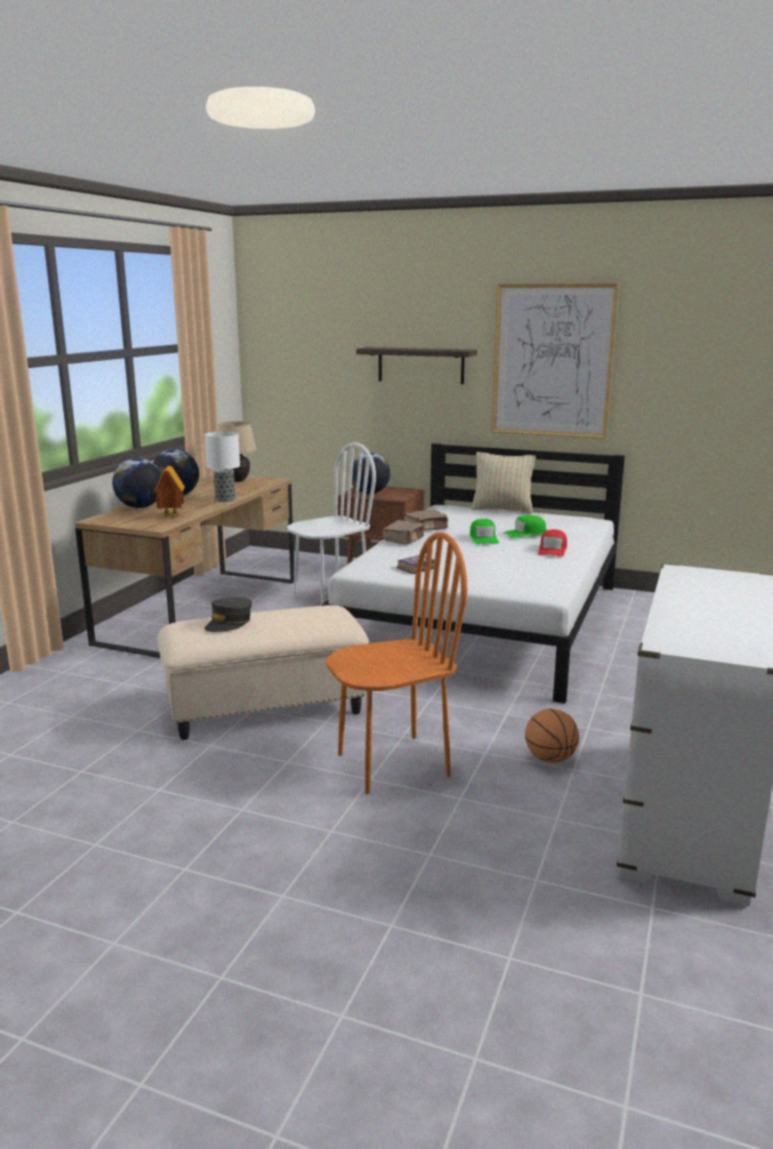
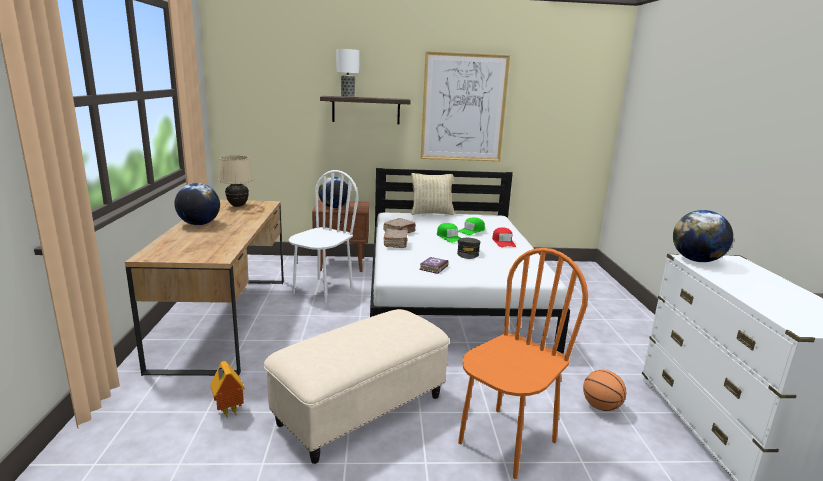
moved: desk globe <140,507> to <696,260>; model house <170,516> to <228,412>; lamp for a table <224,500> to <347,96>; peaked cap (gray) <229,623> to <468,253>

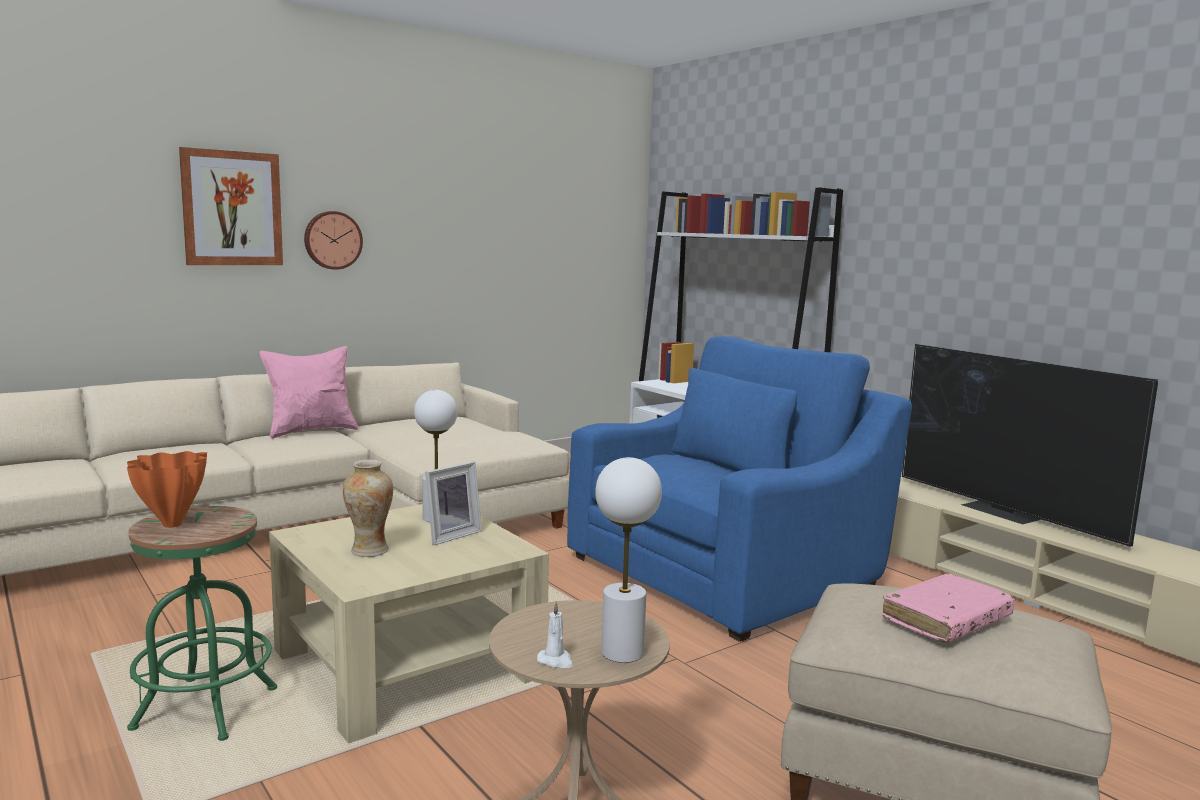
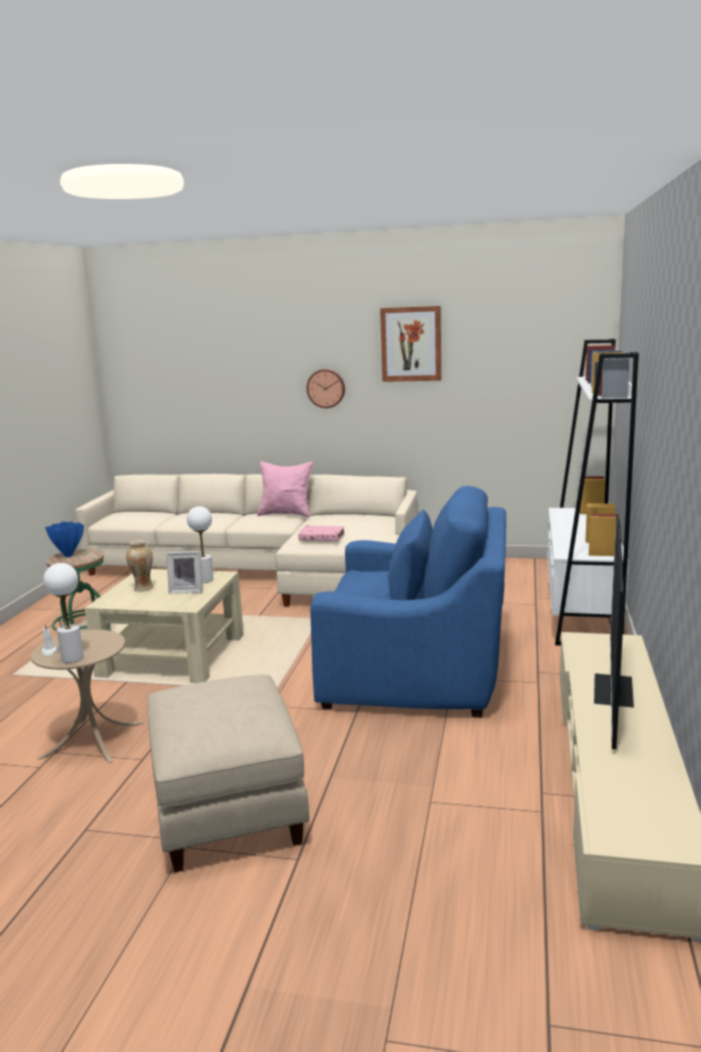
moved: wall picture <232,208> to <411,344>; bound book (pink-coloured) <946,620> to <322,538>
recoloured: decorative vase (orange-coloured) <171,525> to decorative vase (blue) <67,556>

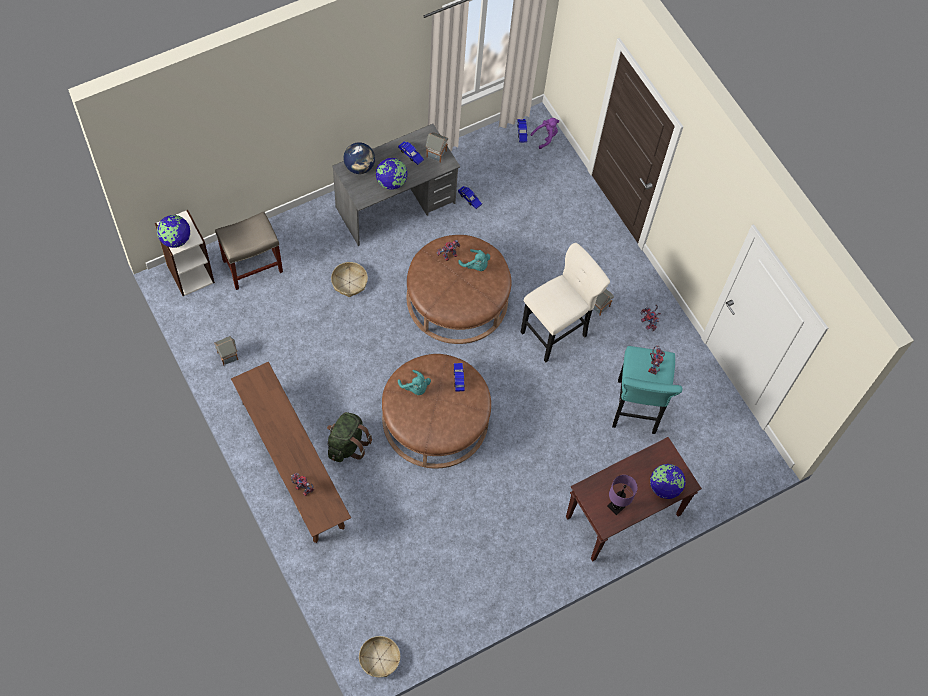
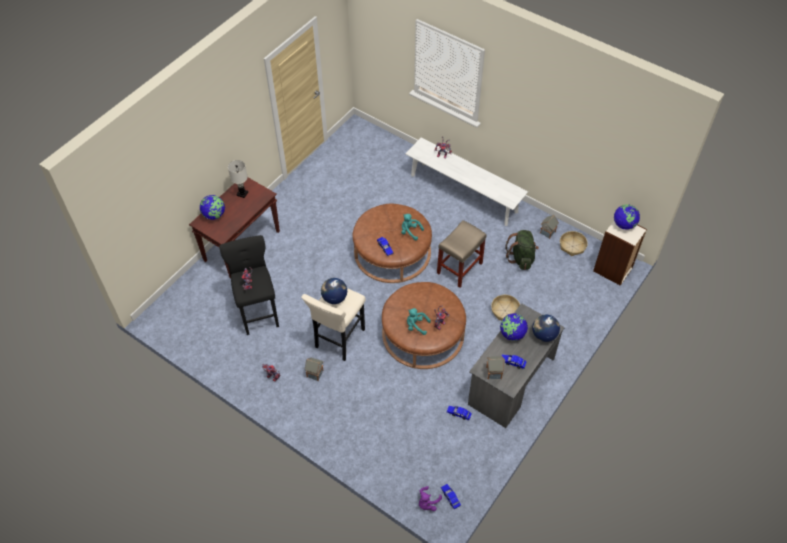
added: desk globe <334,298>
moved: sitting stool (beige-coloured) <252,266> to <460,267>; knapsack (green-coloured) <347,444> to <521,258>; household basket <379,659> to <572,246>
recoloured: long seat (brown-coloured) <292,464> to long seat (white-coloured) <463,193>; lamp for a table (purple) <616,507> to lamp for a table (white-coloured) <242,193>; sitting stool (turquoise) <635,410> to sitting stool (black) <258,312>

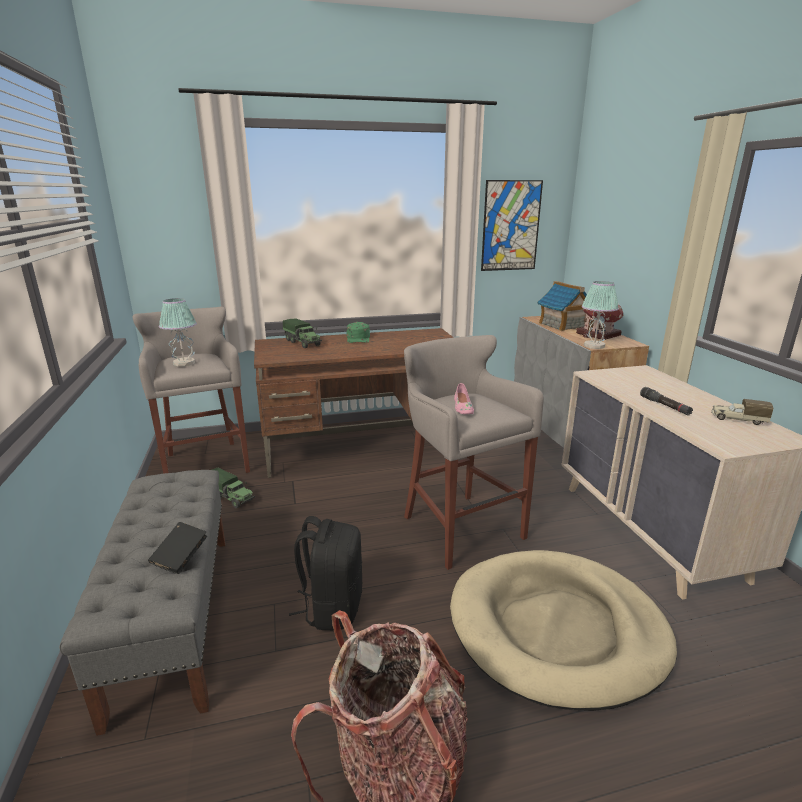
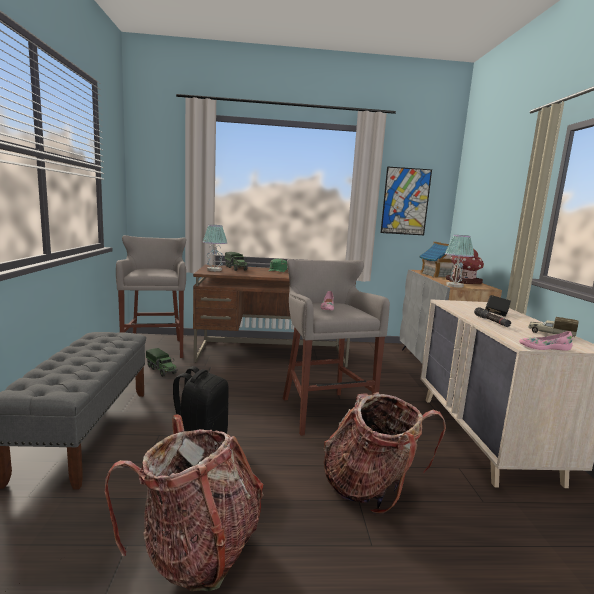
added: item of footwear (pink-coloured) <544,347>
moved: bound book (black) <180,558> to <496,313>; lamp for a table <184,363> to <214,270>
replaced: dog bed (beige-coloured) <556,629> to knapsack <372,488>

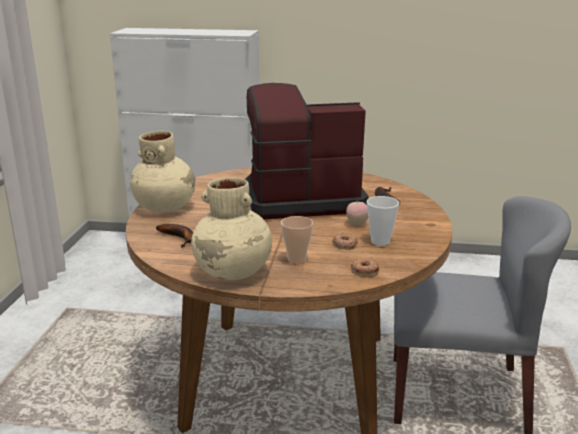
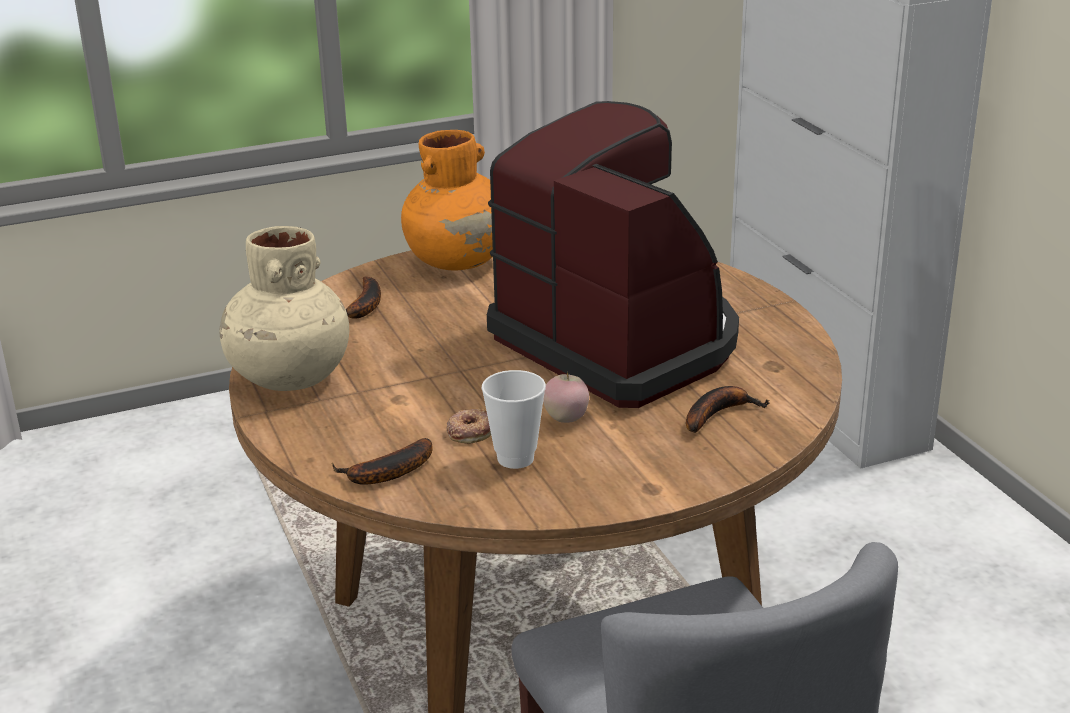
removed: cup <296,259>
replaced: donut <364,270> to banana fruit <386,474>
recoloured: decorative vase (beige-coloured) <165,207> to decorative vase (orange-coloured) <459,261>

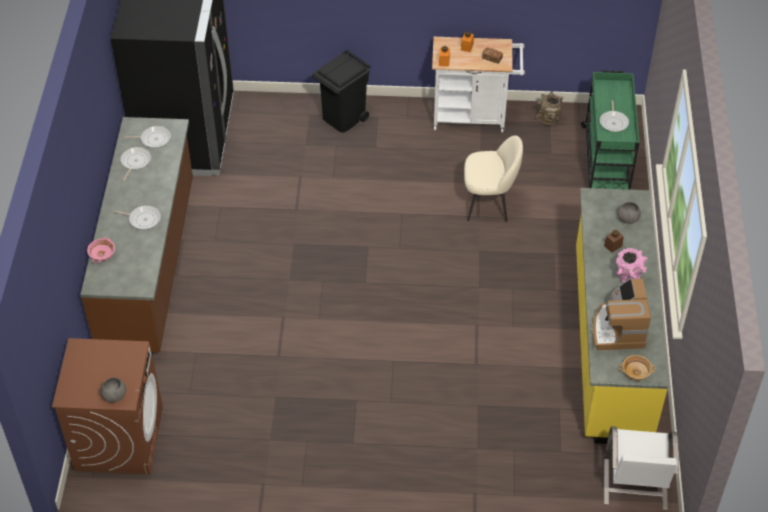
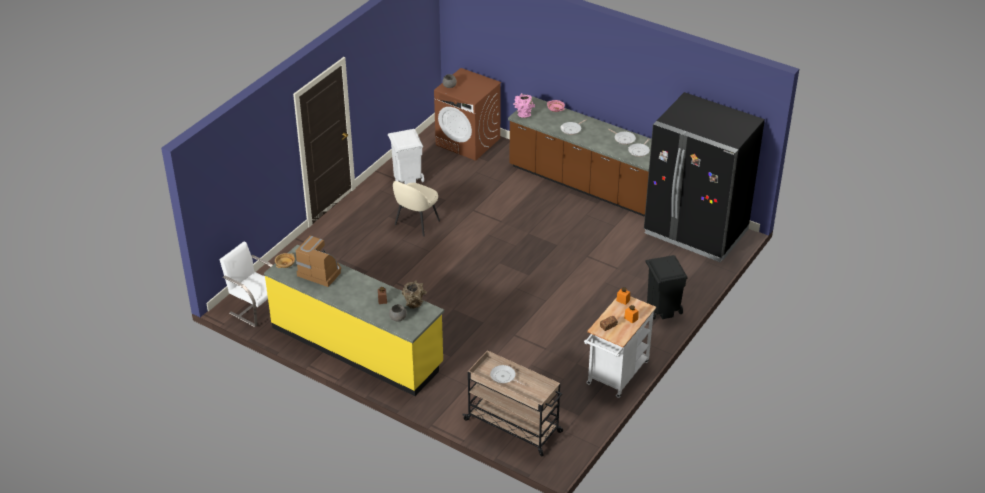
added: trash can (white-coloured) <407,178>
moved: plain chair (beige-coloured) <489,203> to <416,223>; decorative vase (brown-coloured) <549,118> to <414,305>; decorative vase (pink-coloured) <628,278> to <523,115>
recoloured: wheeled cart (green-coloured) <606,161> to wheeled cart (beige-coloured) <514,426>

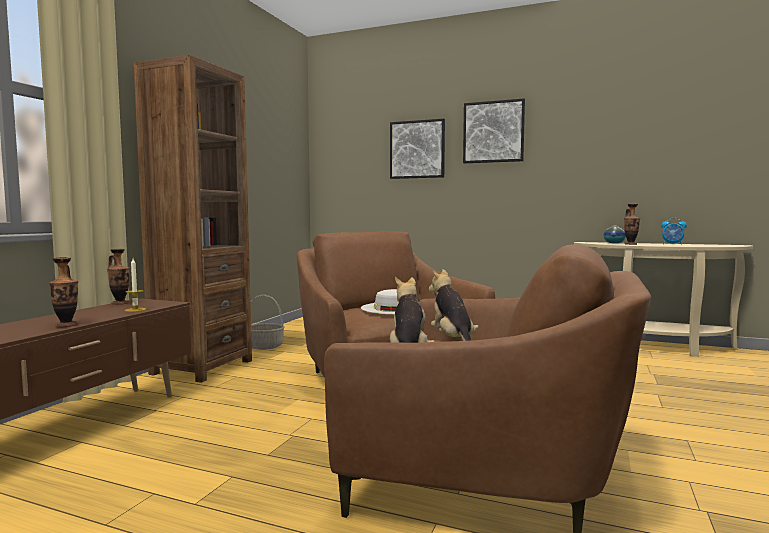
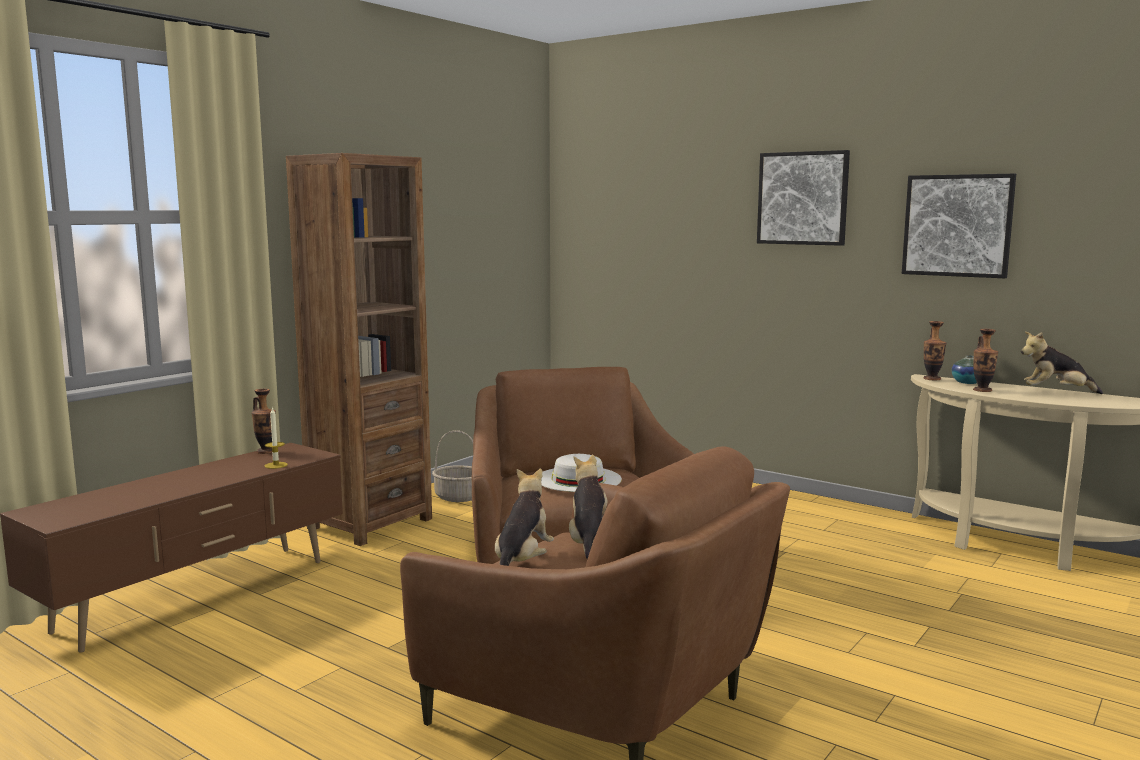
moved: decorative vase <66,325> to <932,379>; wall picture <417,149> to <957,225>
replaced: table clock <672,244> to plush toy <1056,392>

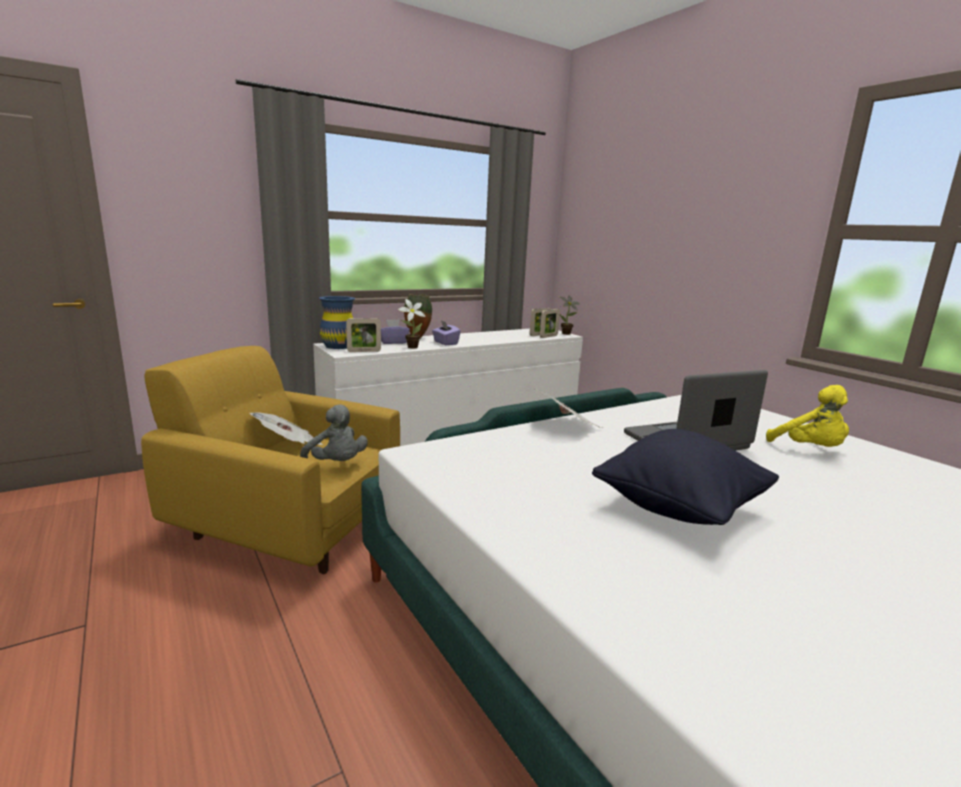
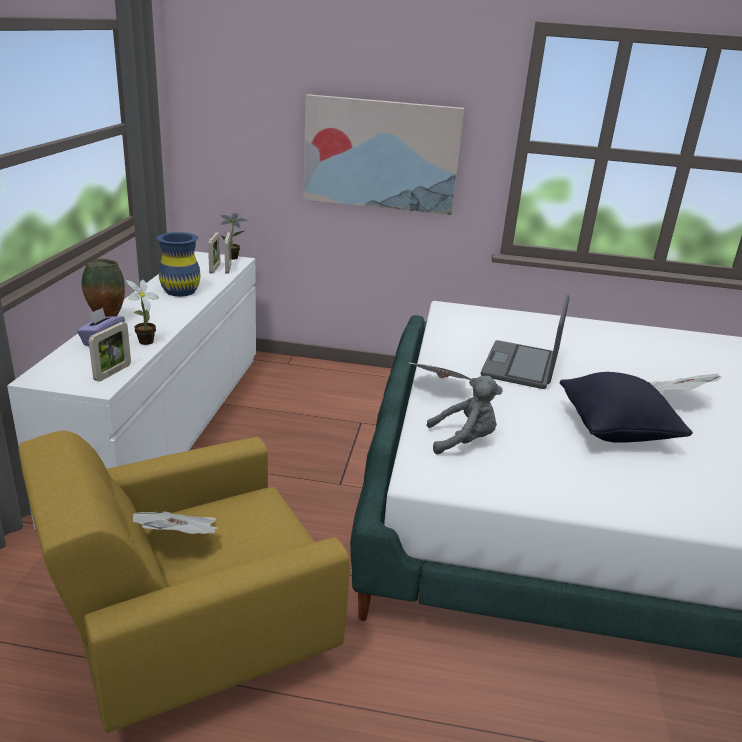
removed: tissue holder (purple) <445,343>; plush toy (yellowish) <810,450>
added: wall picture <381,154>; daily paper <674,399>
moved: plush toy (gray) <336,464> to <463,441>; decorative vase (blue) <338,346> to <180,291>

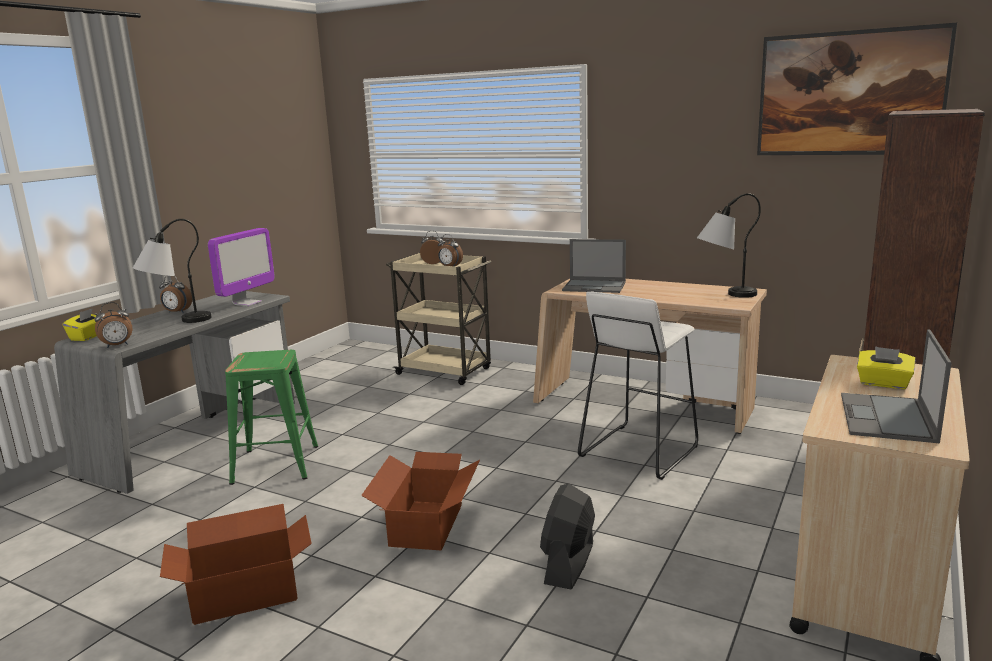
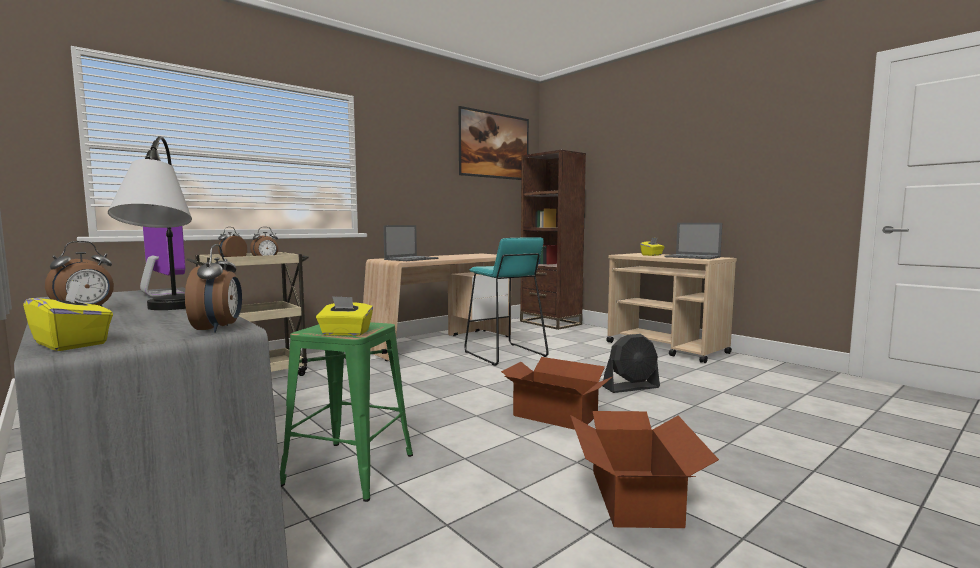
removed: lamp for a table <724,295>
added: tissue holder (yellowish) <345,333>
recoloured: sitting stool (white-coloured) <638,451> to sitting stool (turquoise) <504,354>
turned: cooling fan (black) <569,564> = <631,387> 60 degrees counterclockwise

